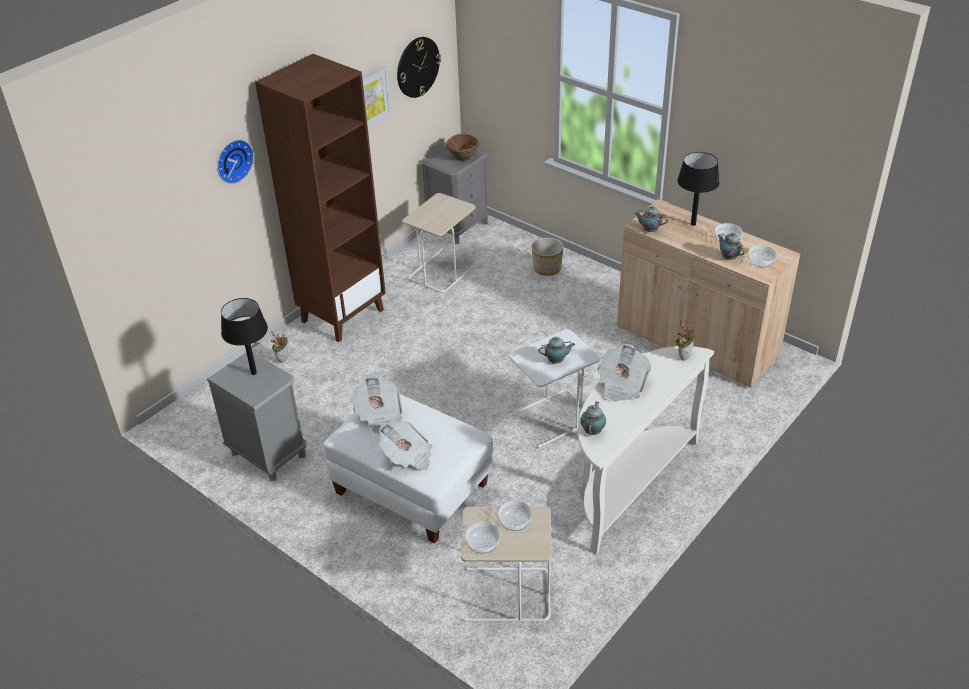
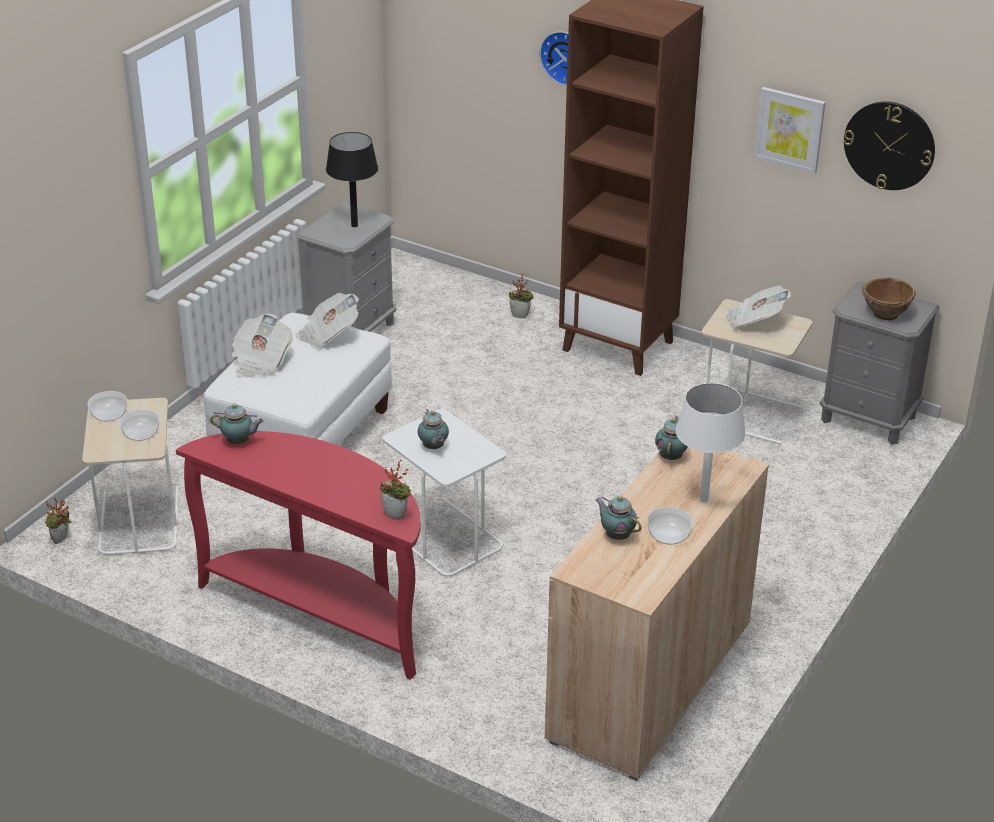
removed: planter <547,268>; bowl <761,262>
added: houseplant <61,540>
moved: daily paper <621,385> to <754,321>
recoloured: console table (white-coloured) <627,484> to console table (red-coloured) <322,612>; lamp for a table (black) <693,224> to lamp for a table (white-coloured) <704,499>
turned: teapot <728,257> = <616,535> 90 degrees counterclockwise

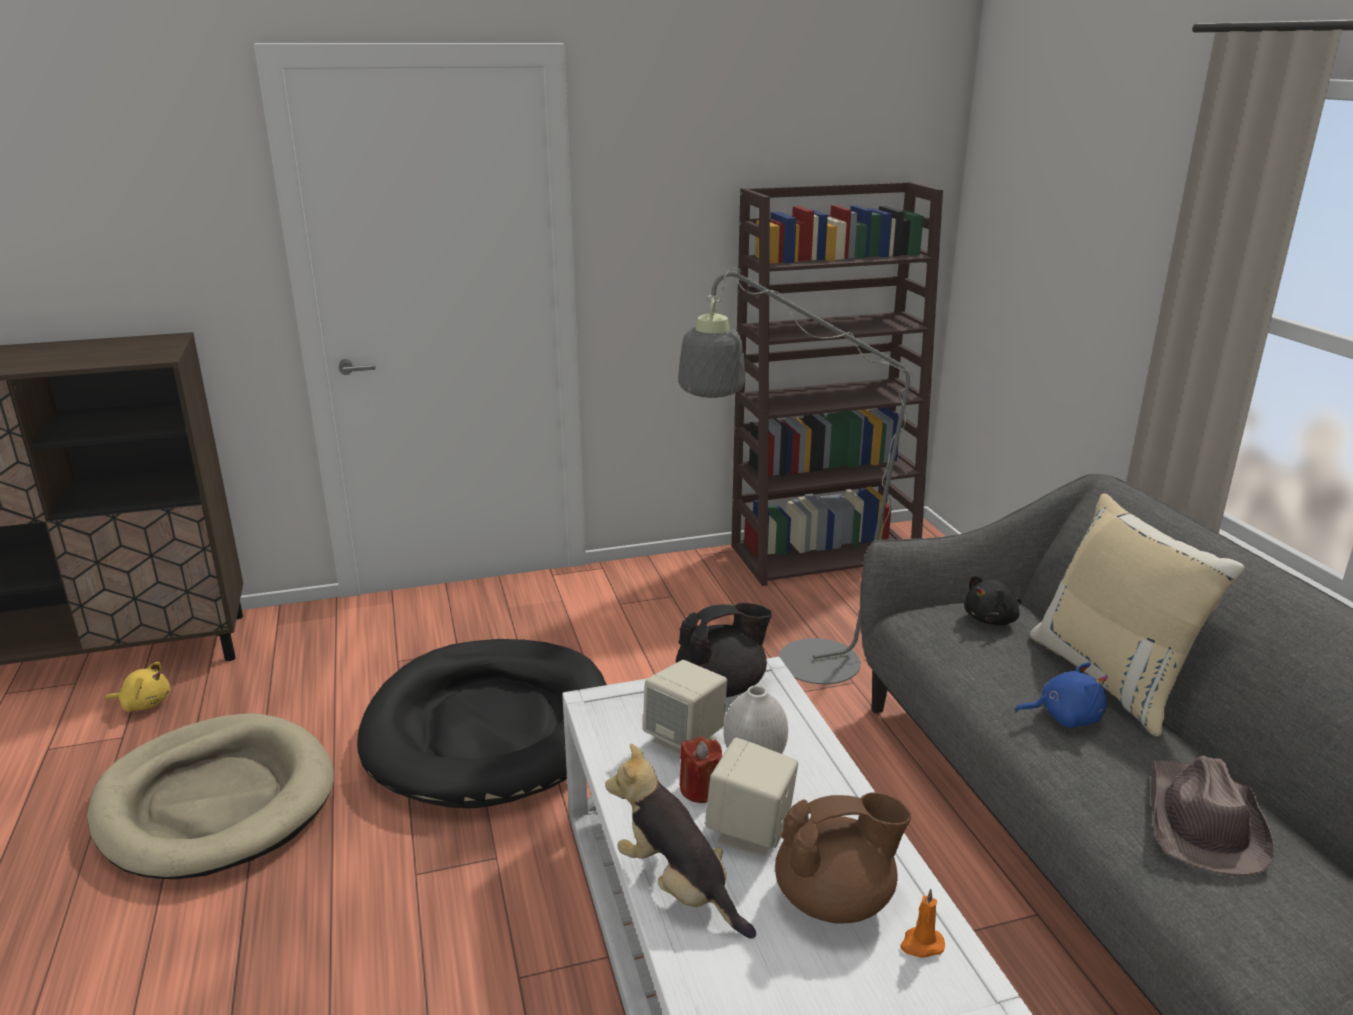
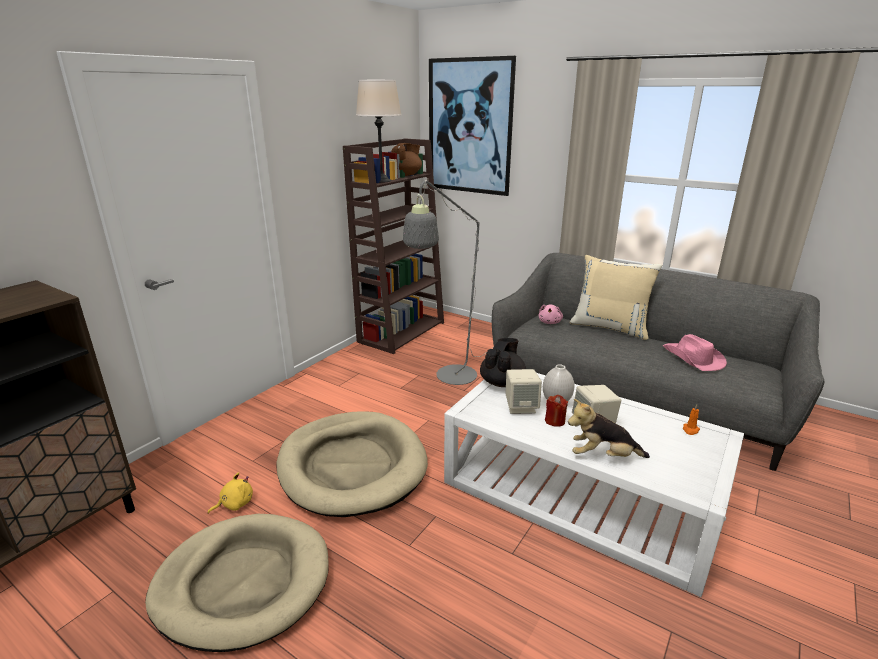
removed: plush toy (blue) <1064,717>
added: lamp for a table (beige-coloured) <381,181>; wall picture <469,127>
moved: plush toy (yellowish) <144,704> to <235,503>; teapot (brown-coloured) <836,899> to <406,175>
recoloured: dog bed (black) <490,728> to dog bed (beige-coloured) <352,466>; plush toy (black) <992,619> to plush toy (pink-coloured) <550,322>; wearable hat (brown-coloured) <1201,821> to wearable hat (pink-coloured) <692,358>

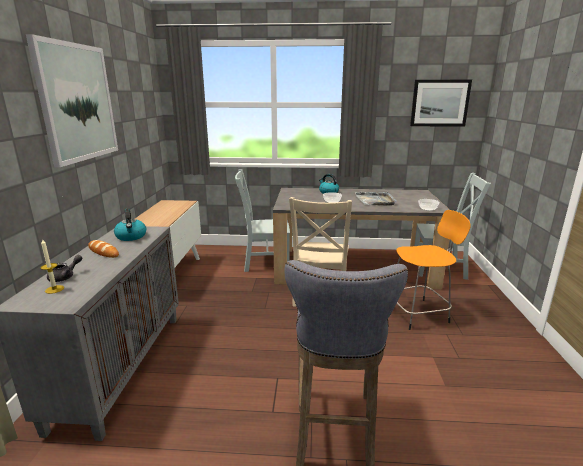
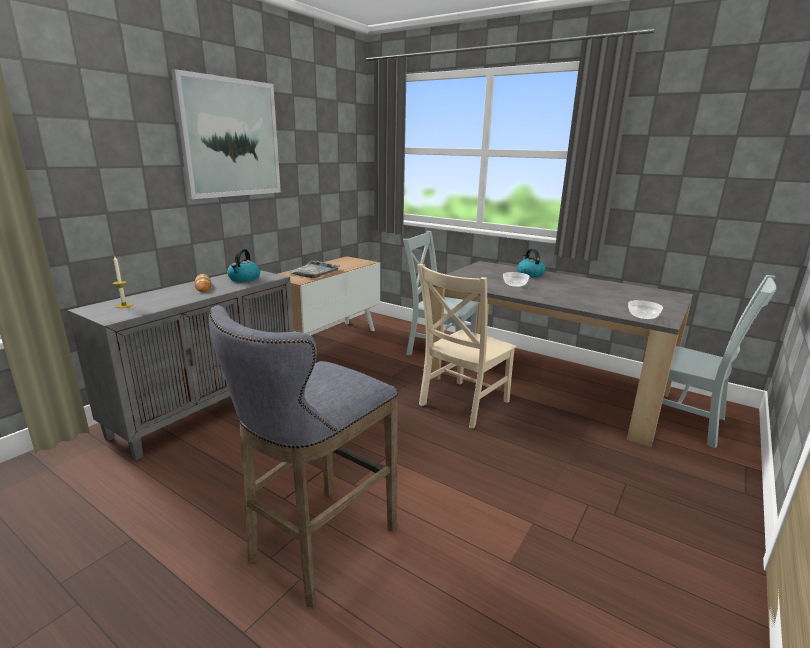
removed: teapot (gray) <65,277>; sitting stool (orange-coloured) <419,313>; wall picture <439,103>
moved: carrying tray (gray) <375,200> to <314,271>

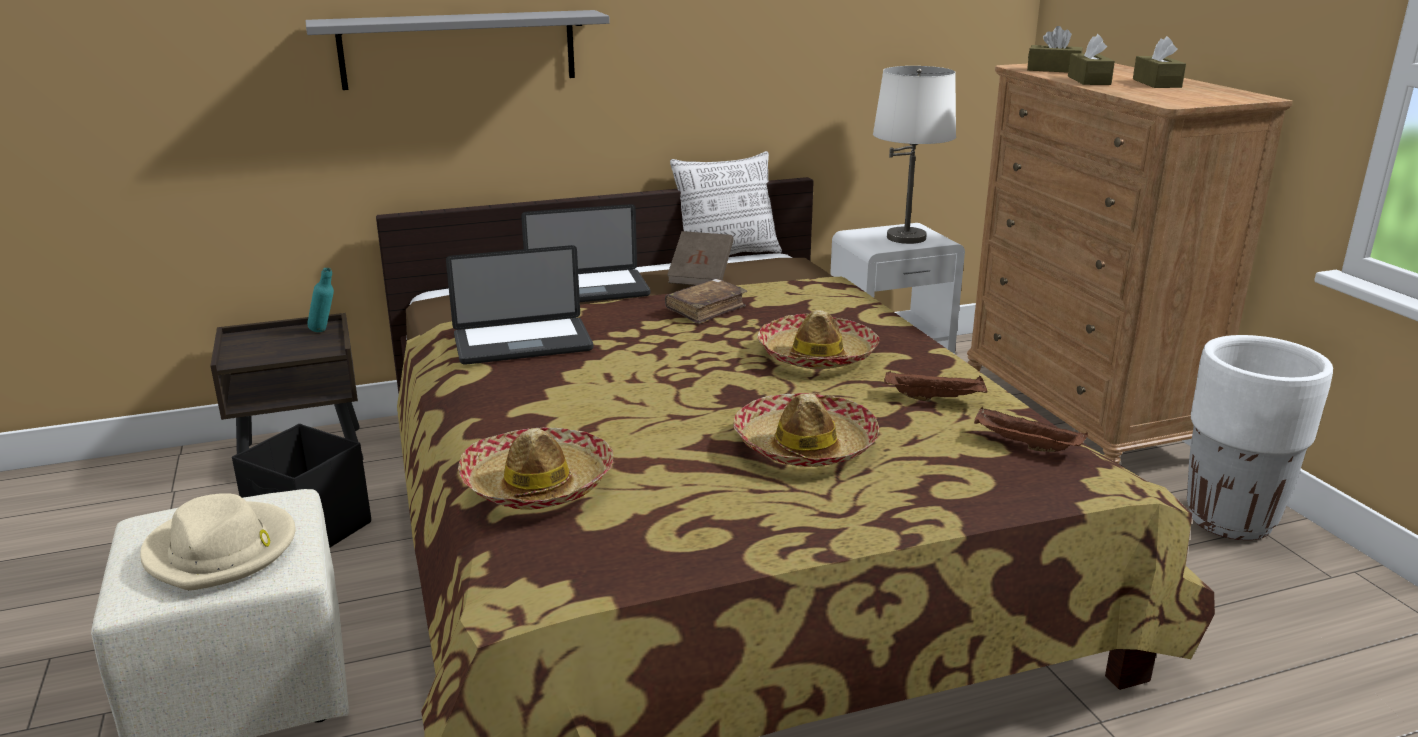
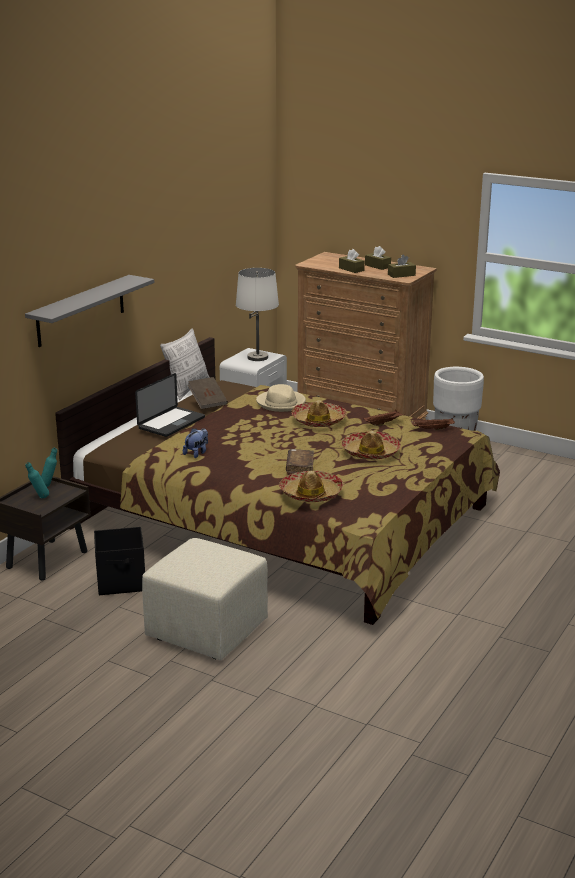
added: drink bottle (turquoise) <39,498>
moved: wearable hat (beige-coloured) <222,550> to <281,403>; bound book (brown-coloured) <706,309> to <300,467>; tissue holder (brown-coloured) <1053,70> to <401,275>
replaced: laptop <522,343> to plush toy <196,453>

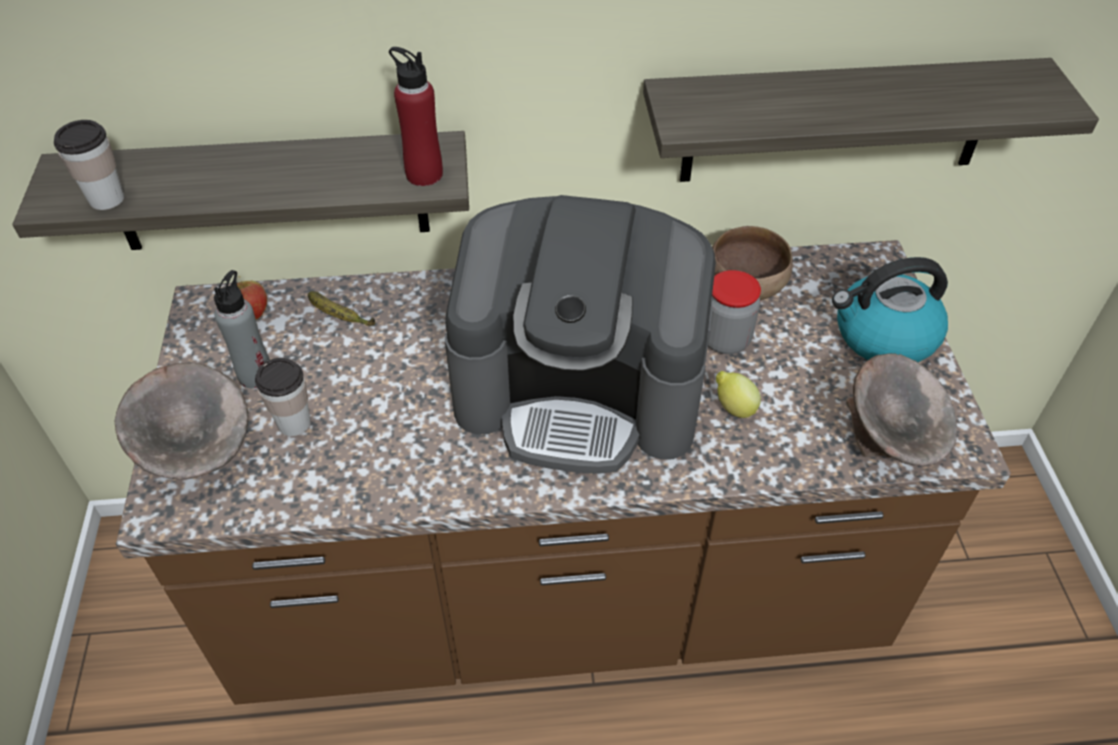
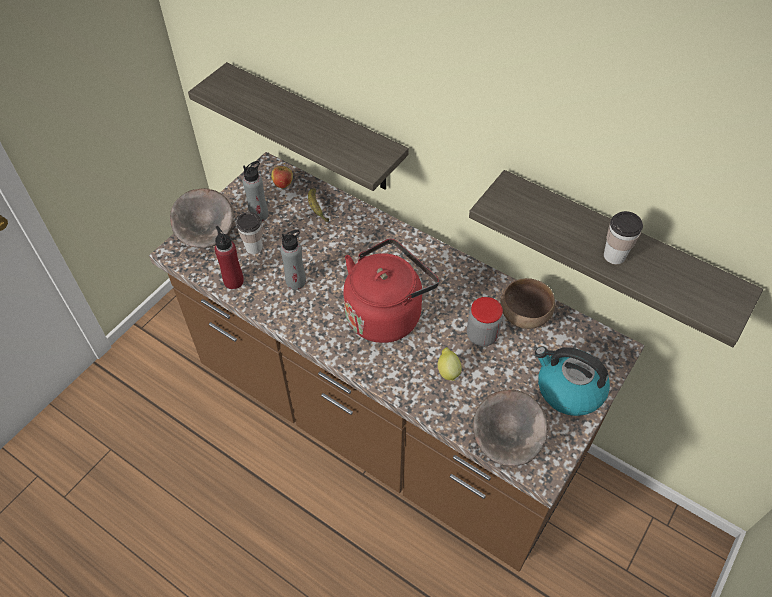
added: drink bottle (gray) <296,281>
moved: cup <106,199> to <614,256>; drink bottle (red-coloured) <424,174> to <233,281>
replaced: coffee machine <581,389> to kettle (red-coloured) <386,313>

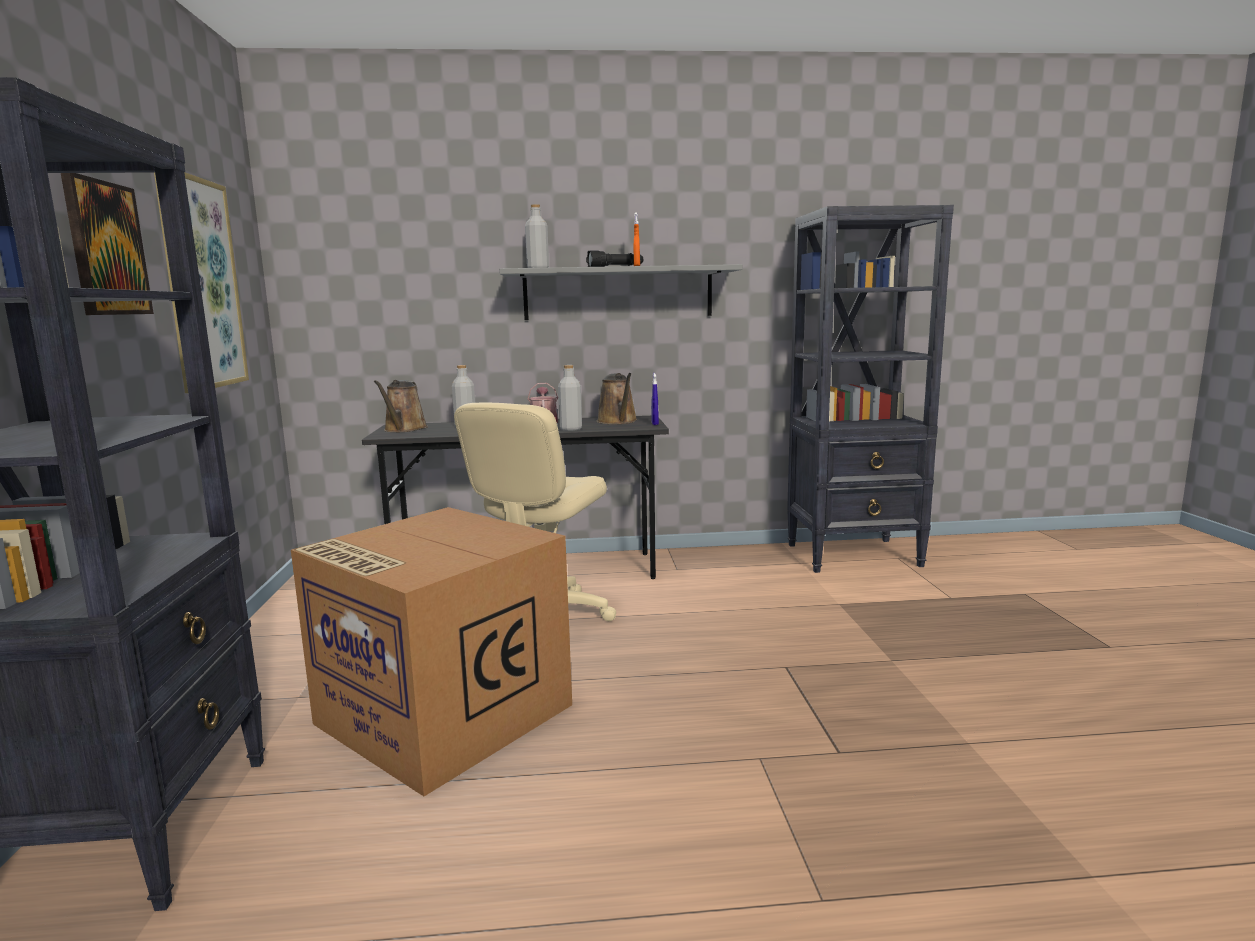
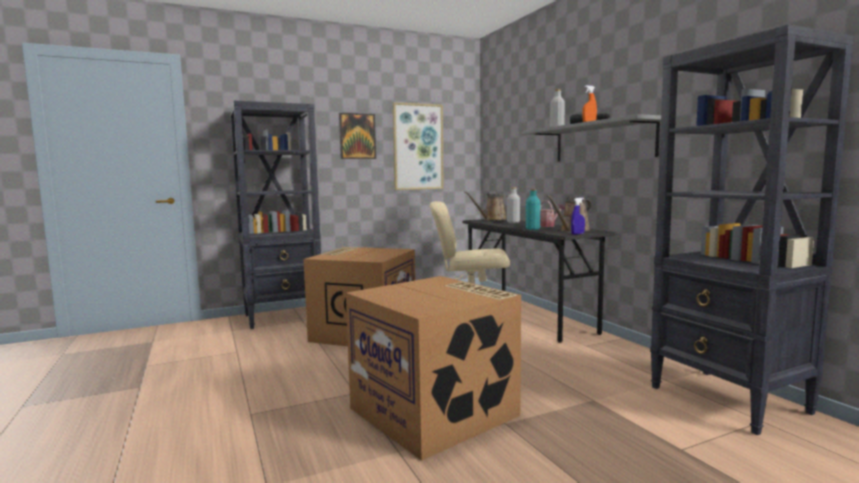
added: cardboard box <436,412>
recoloured: drink bottle (gray) <570,429> to drink bottle (turquoise) <532,229>

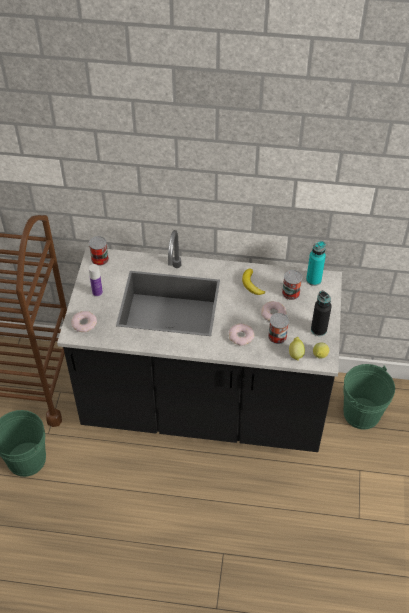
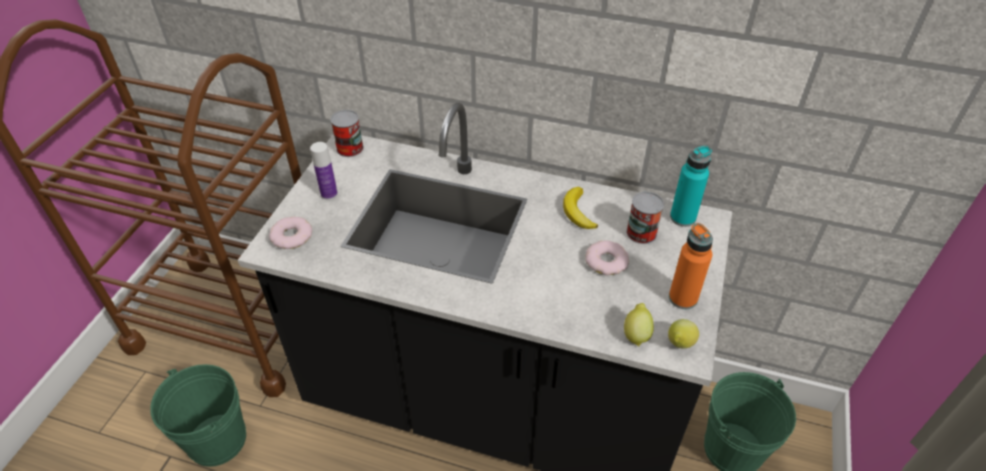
removed: donut <241,336>; sealed can <277,336>
recoloured: drink bottle (black) <318,329> to drink bottle (orange-coloured) <682,298>

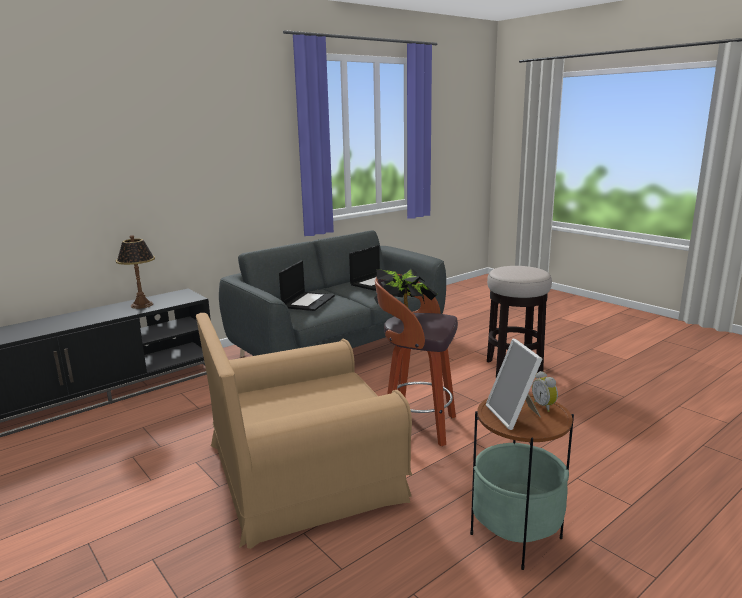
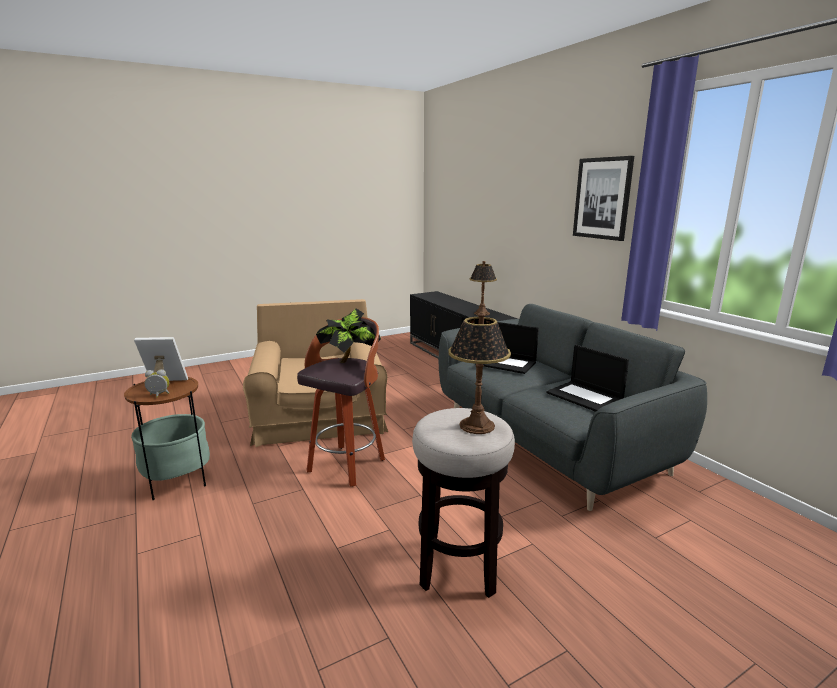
added: lamp for a table <476,426>; wall picture <602,198>

